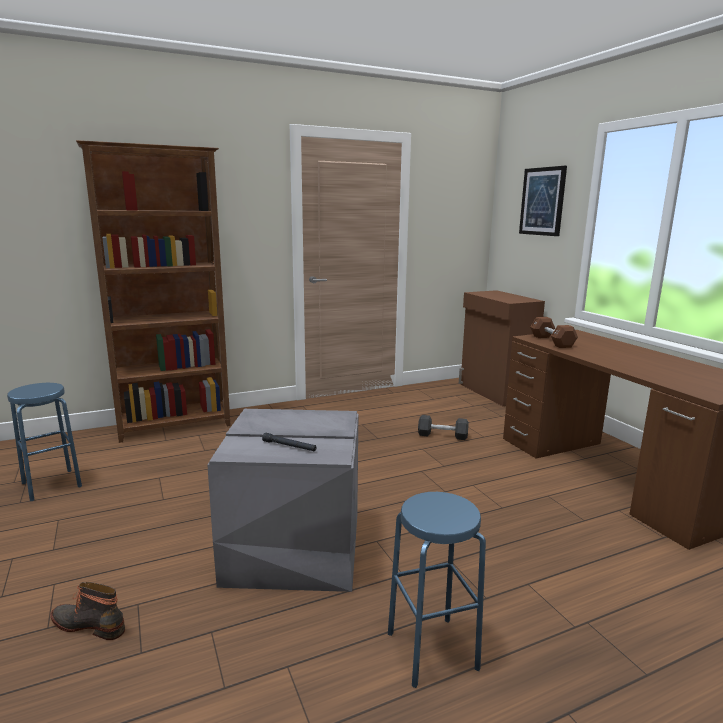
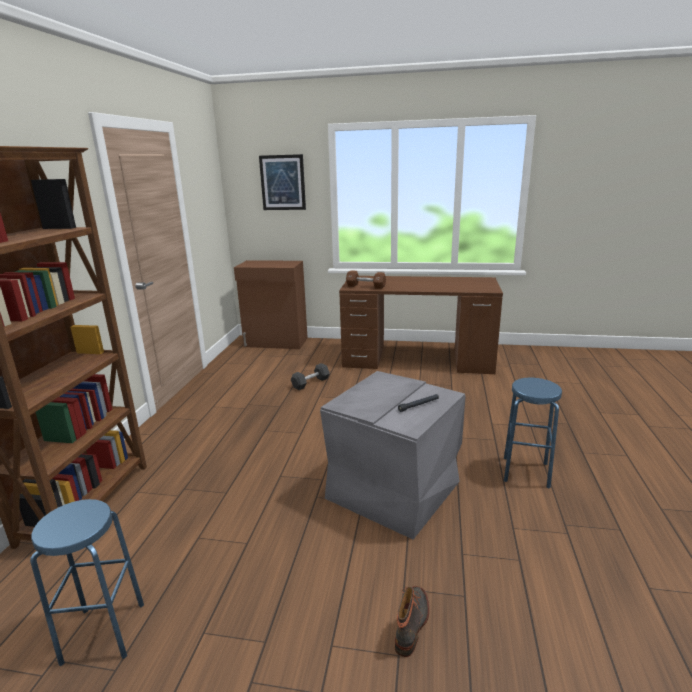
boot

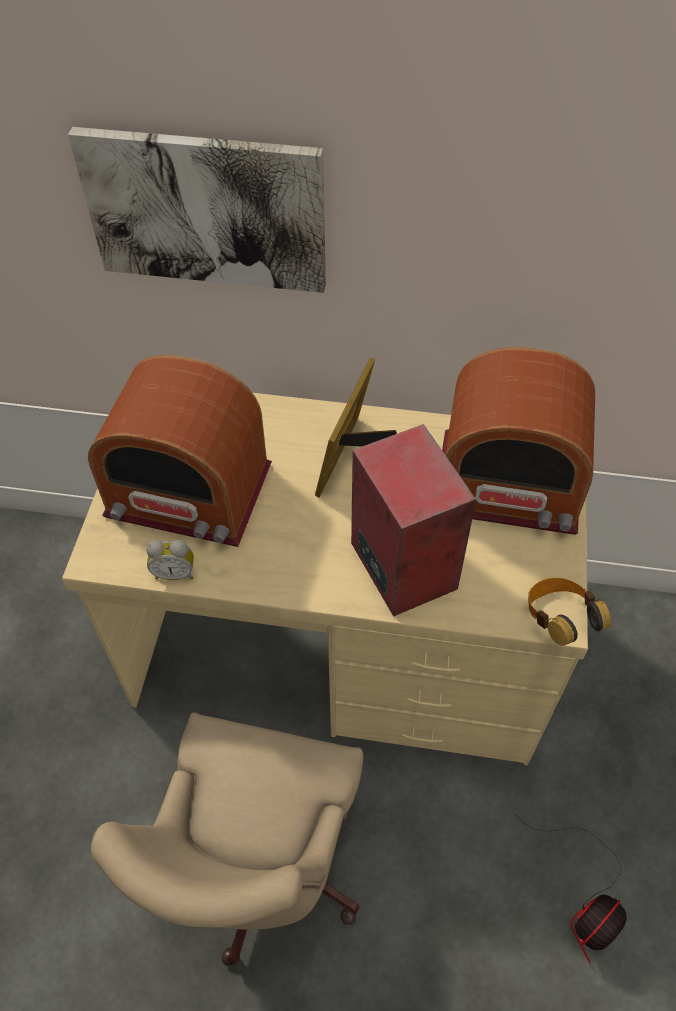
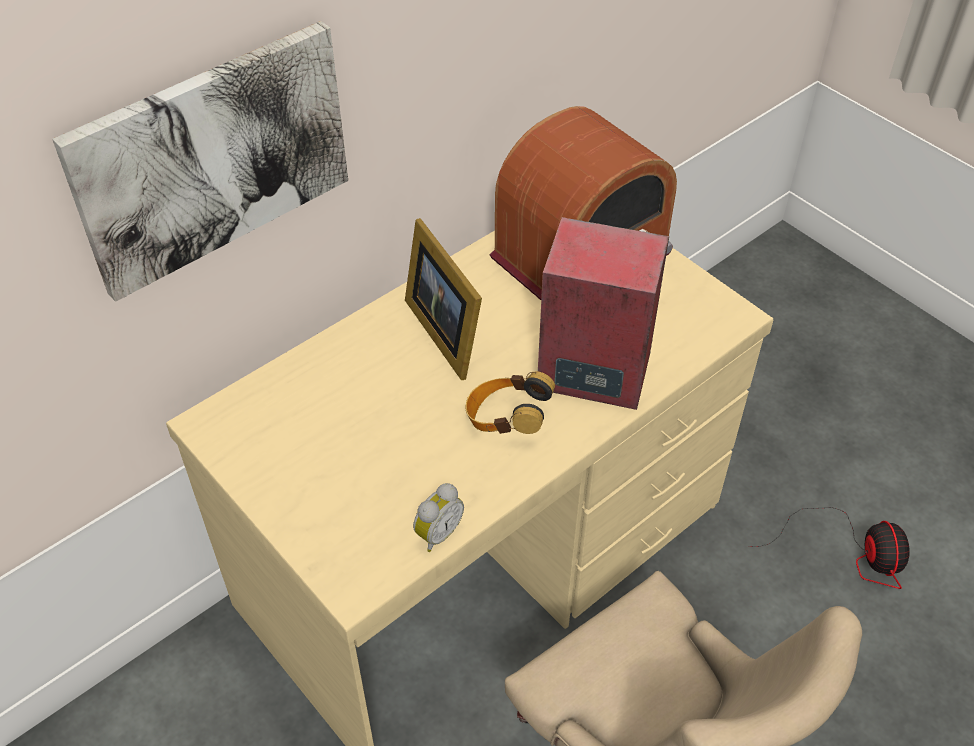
radio set (1st from left in the first image); headphones

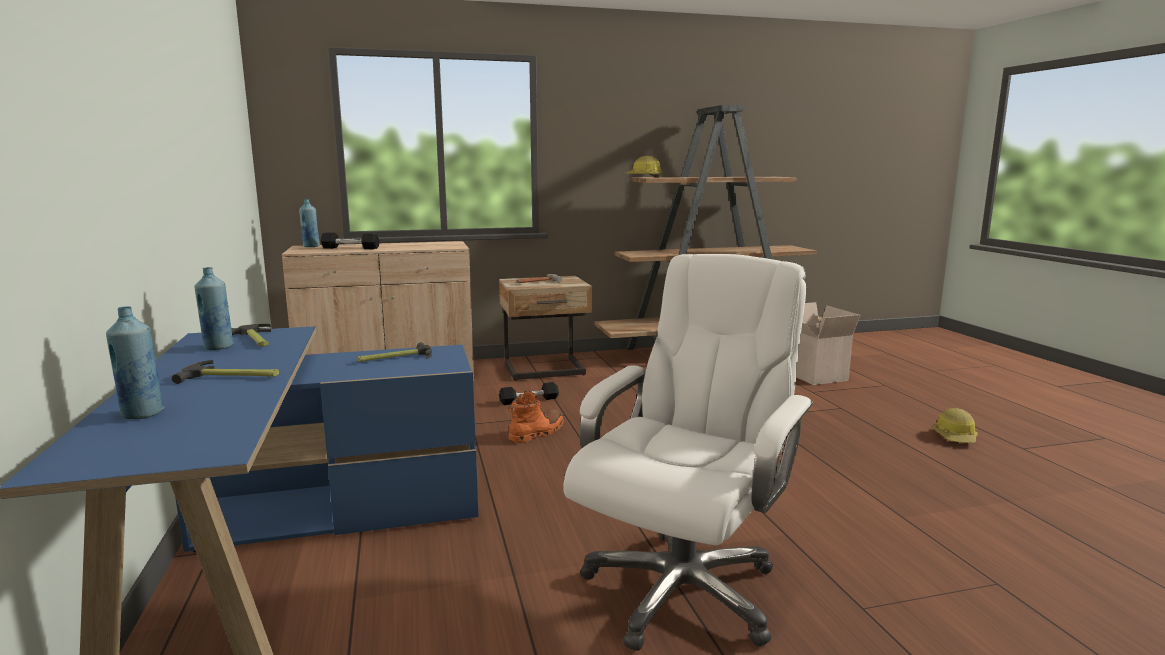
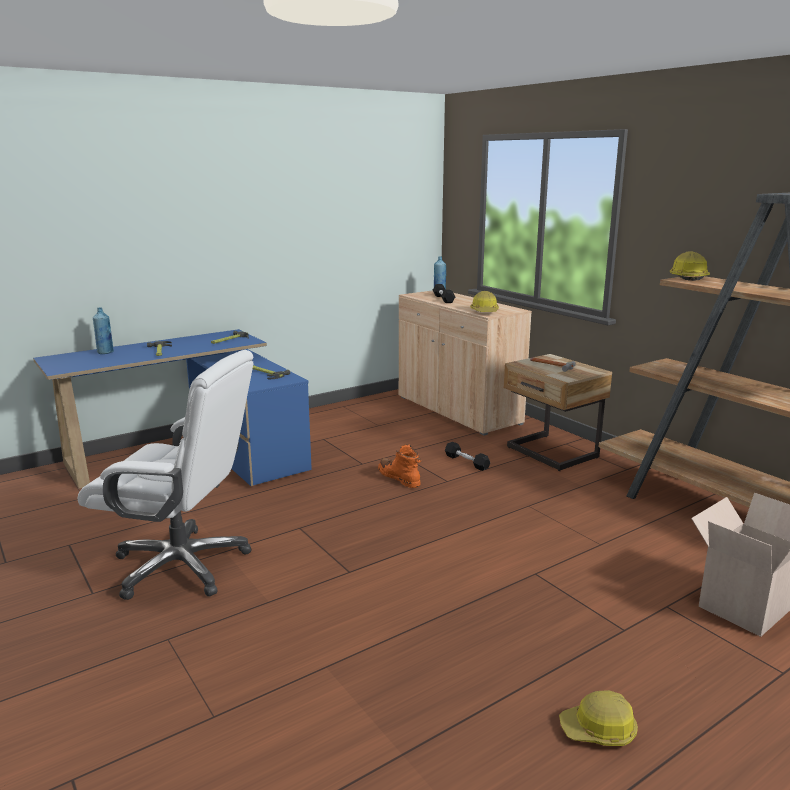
blue-coloured bottle (2nd from left in the first image); orangey boot; hard hat (1st from left)

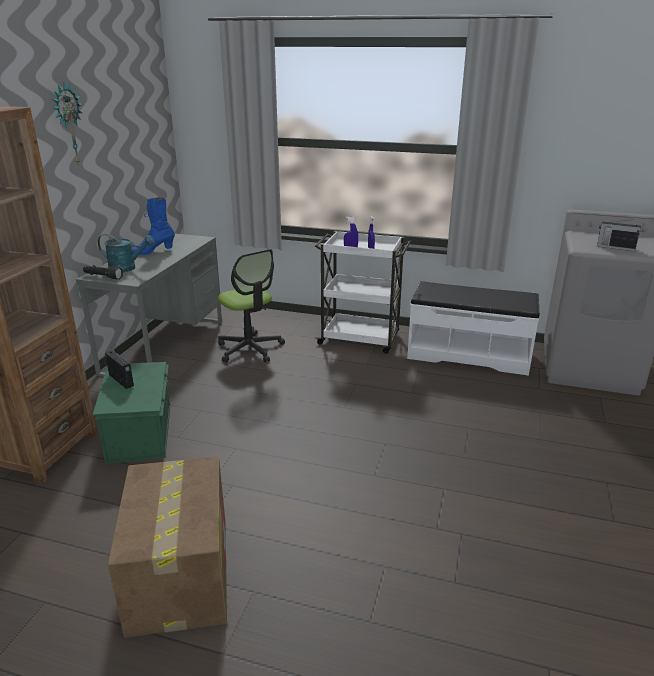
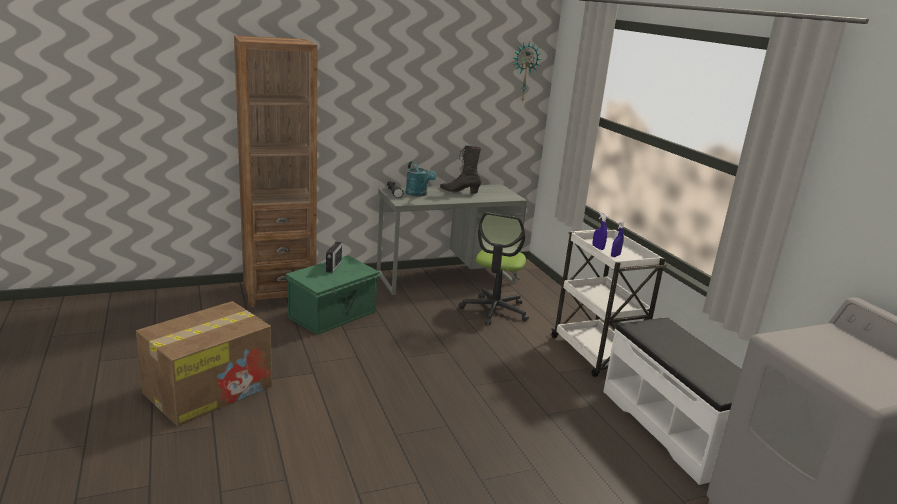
hanging clock; black boot; radio set (2nd from left in the first image)

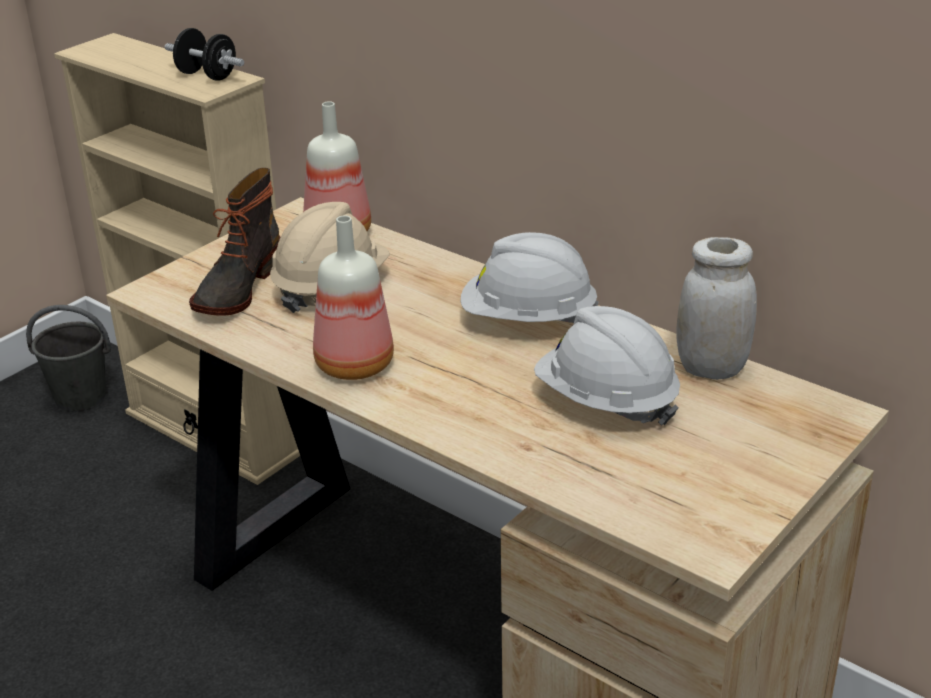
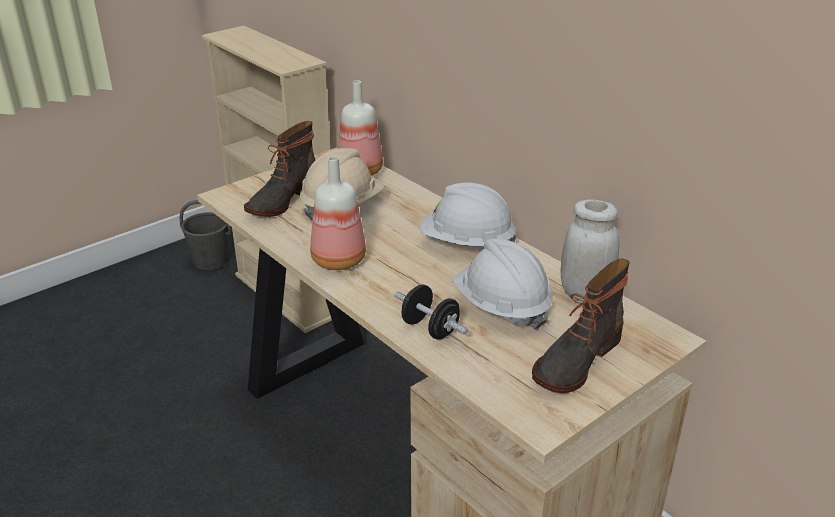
black free weight; boot (2nd from left)

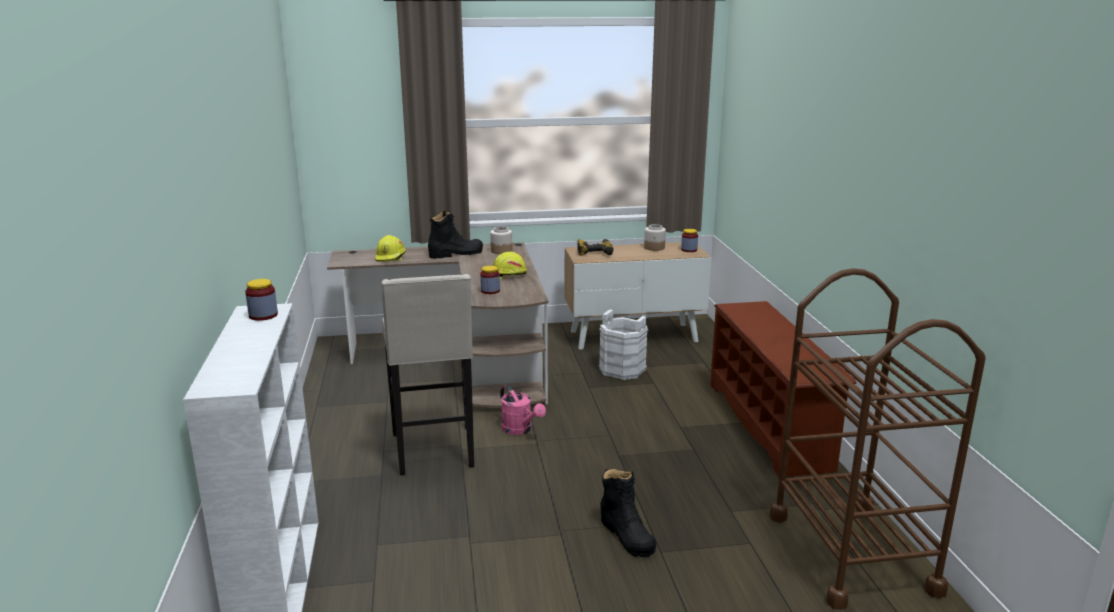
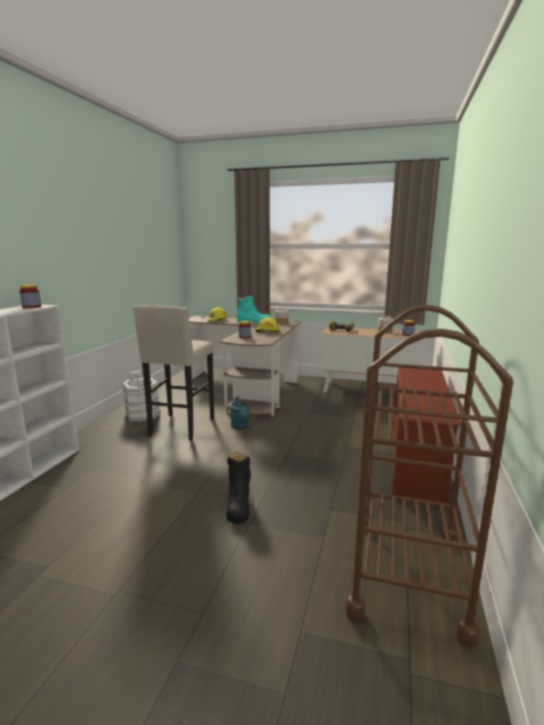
turquoise boot; white-coloured bucket; turquoise watering can

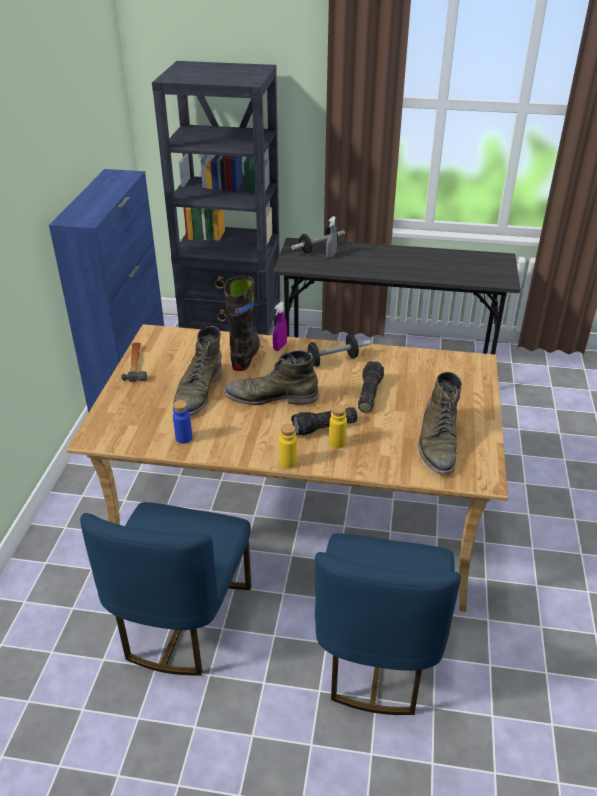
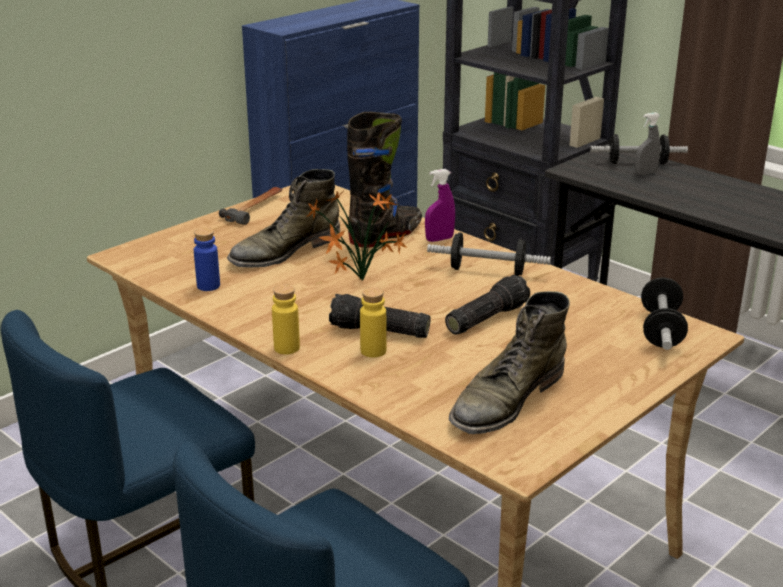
houseplant; free weight (3rd from left)

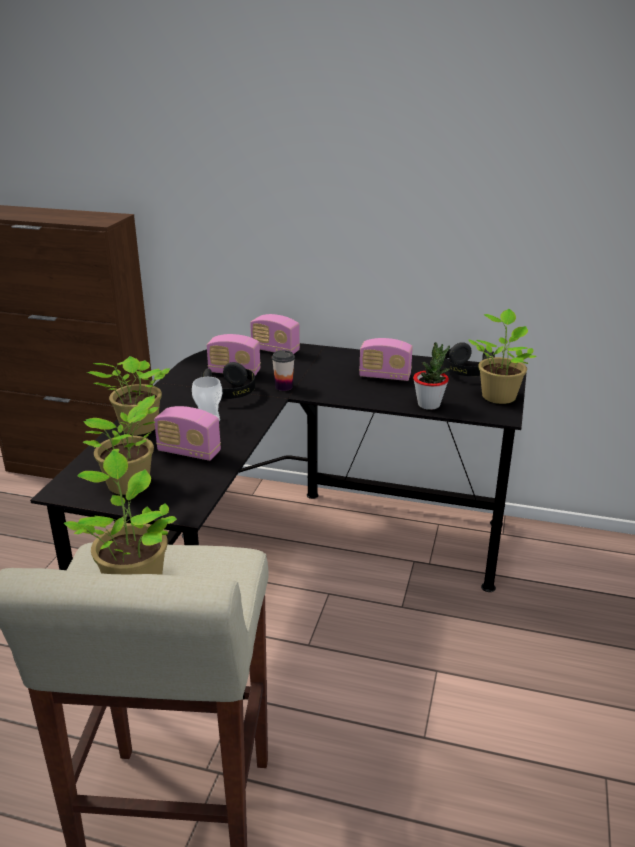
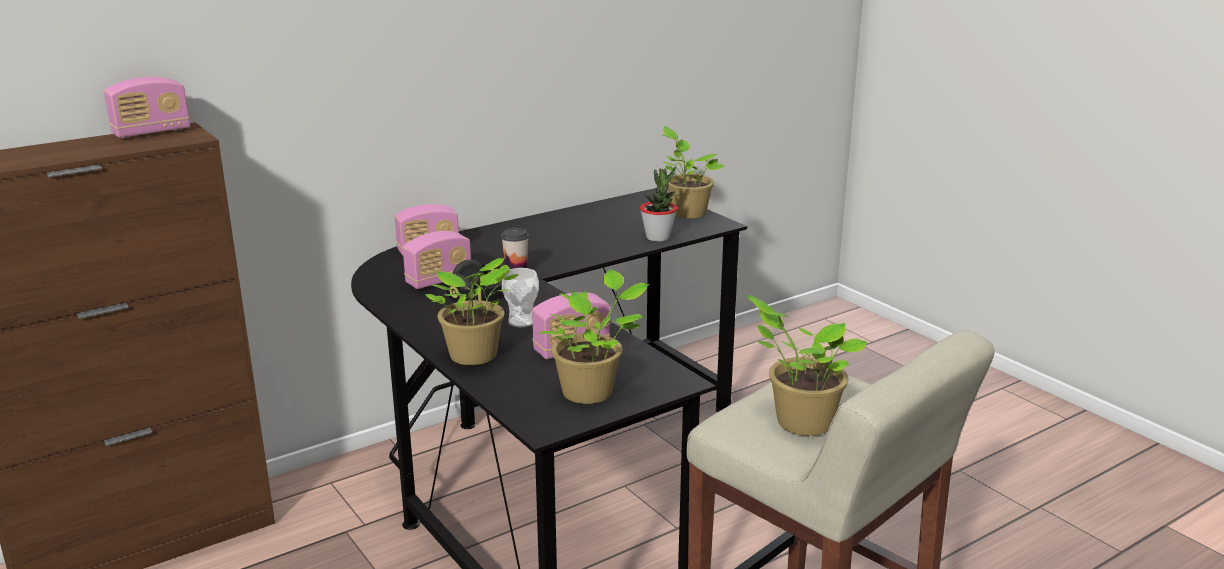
radio set (1st from left); black headphones (2nd from left in the first image)

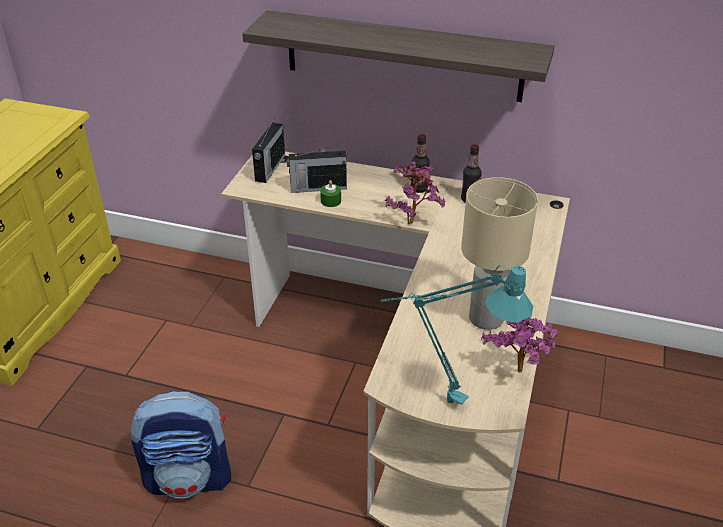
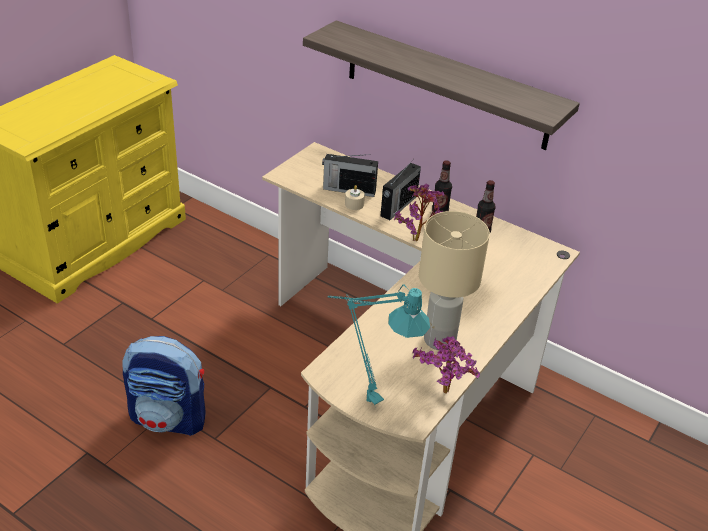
radio set (2nd from left); sand-coloured candle

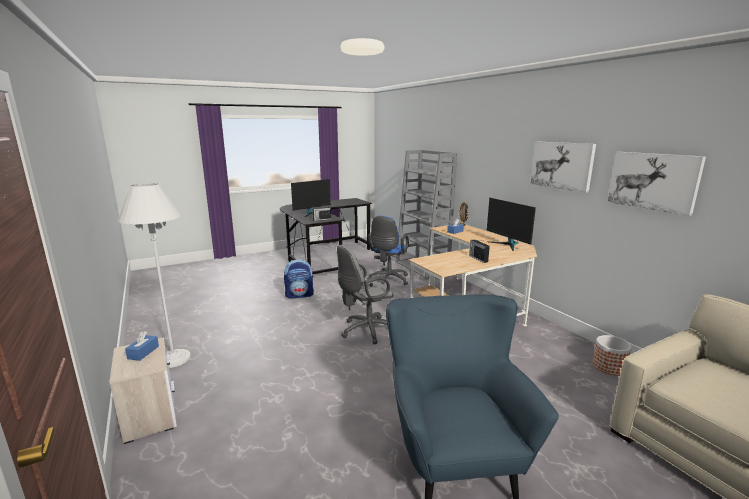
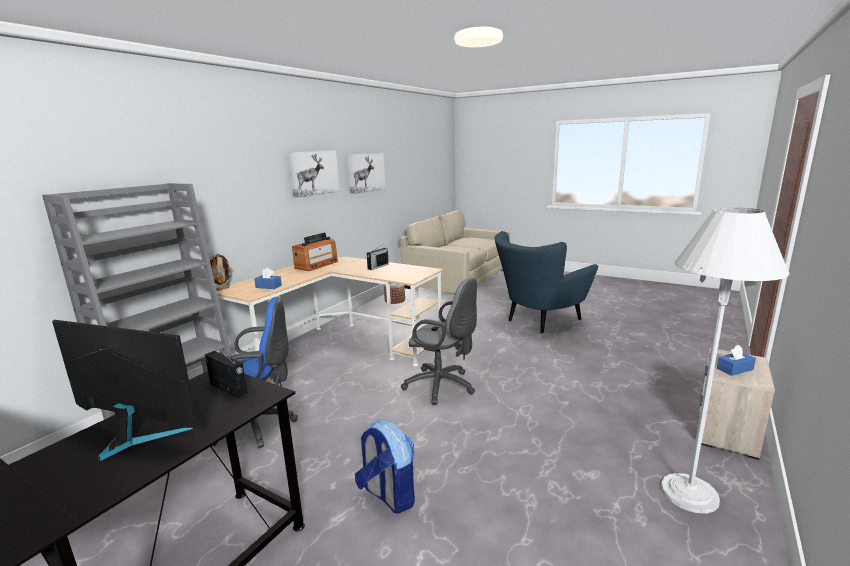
radio set (2nd from left)

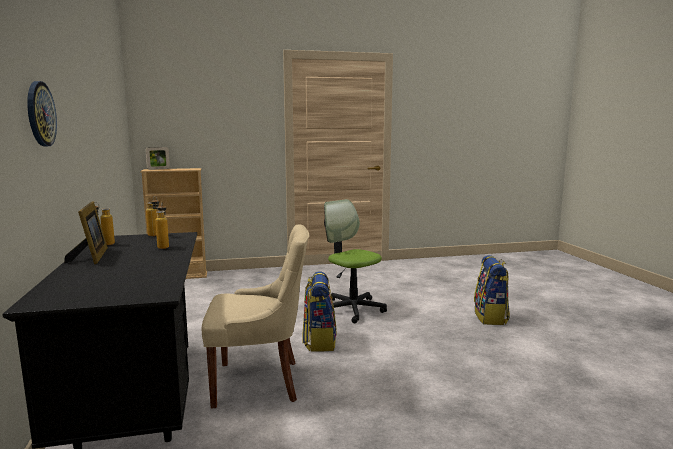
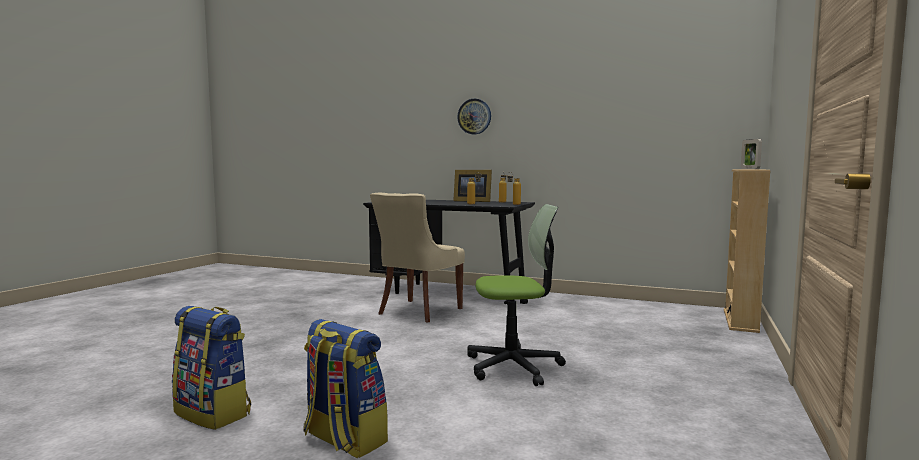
rucksack (1st from left)

